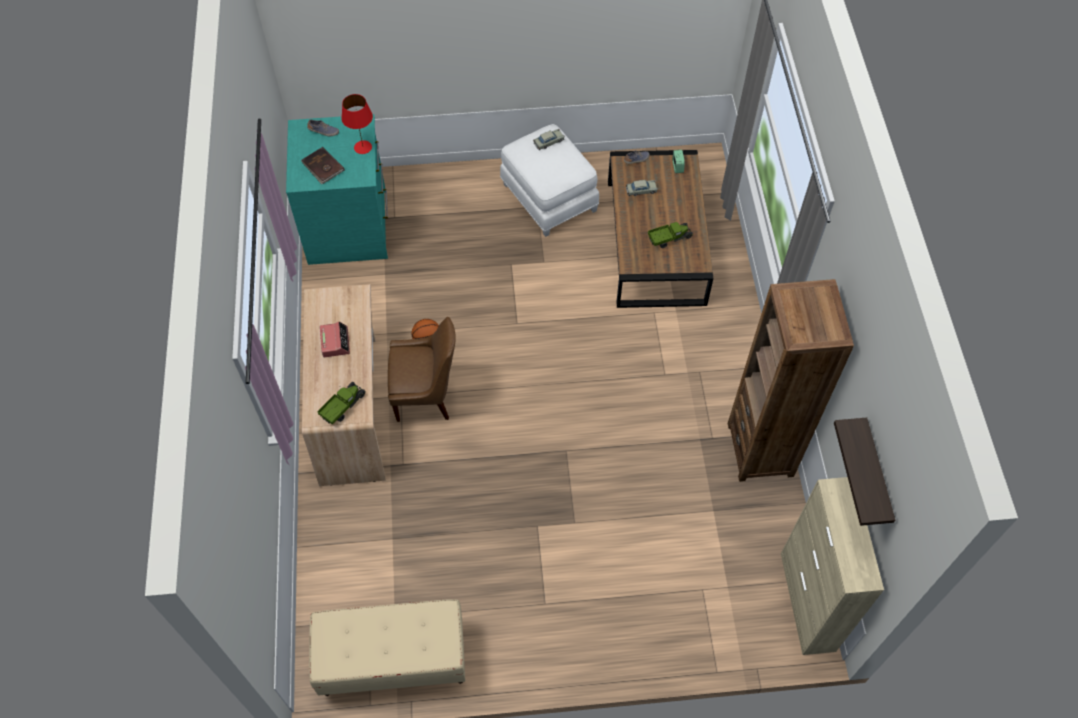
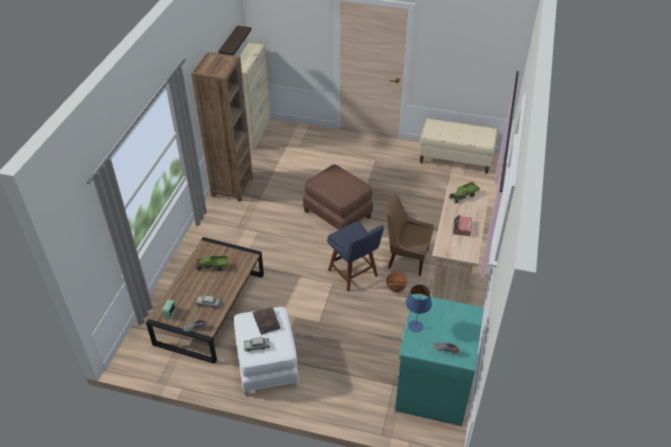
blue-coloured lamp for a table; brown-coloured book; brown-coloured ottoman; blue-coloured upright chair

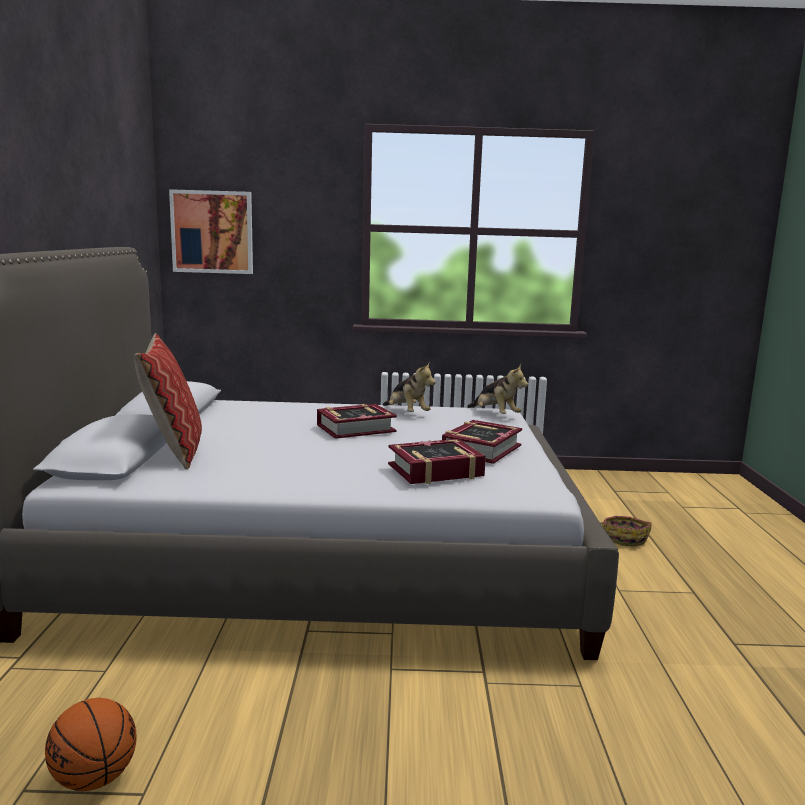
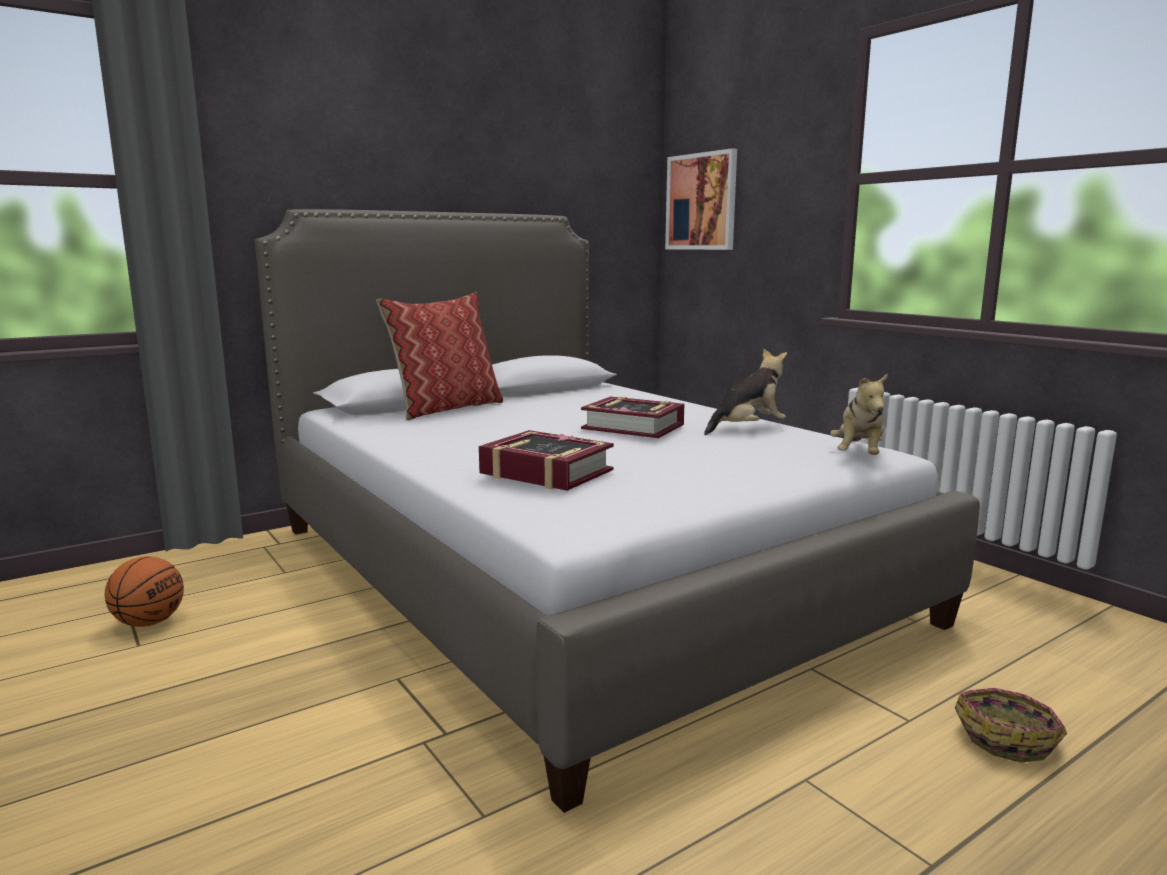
cuddly toy (1st from left); book (3rd from left in the first image)

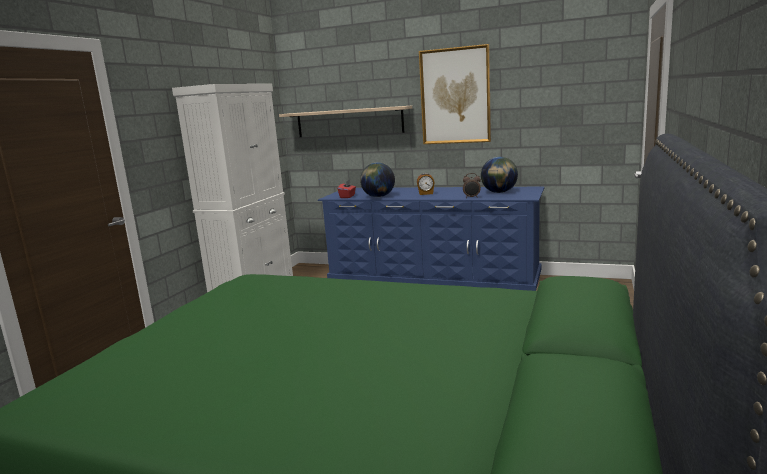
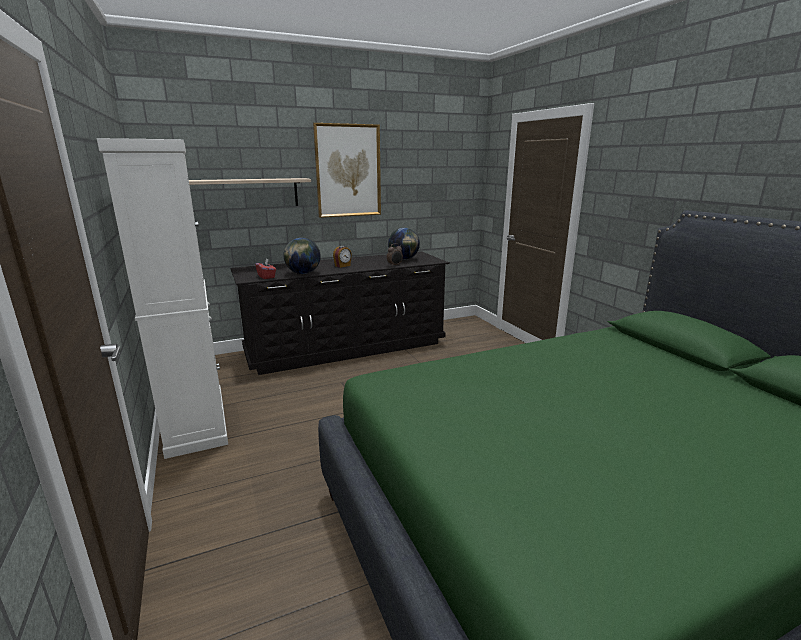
black dresser

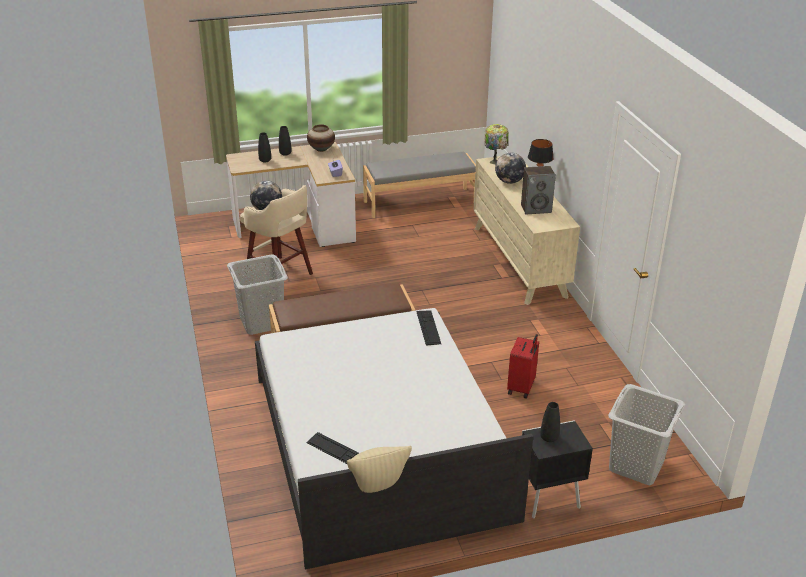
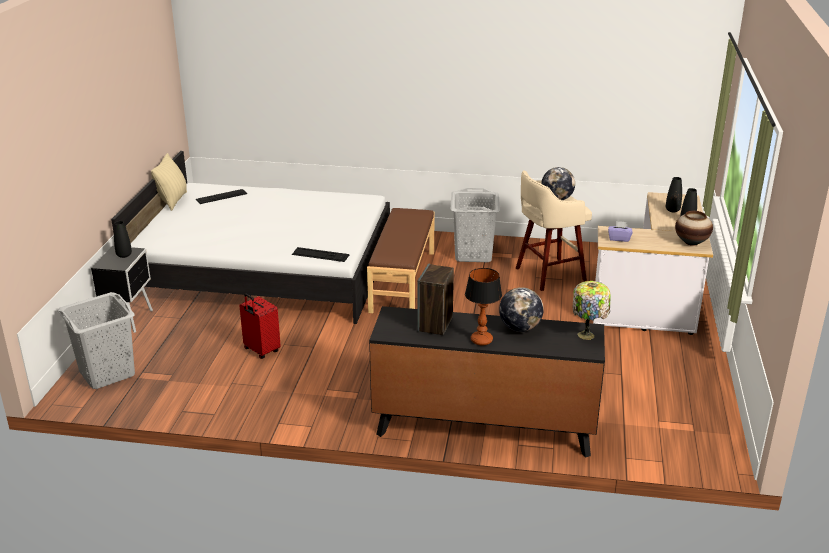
gray bench; black dresser

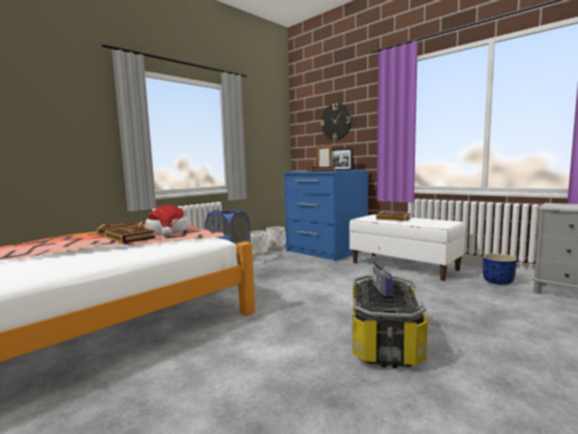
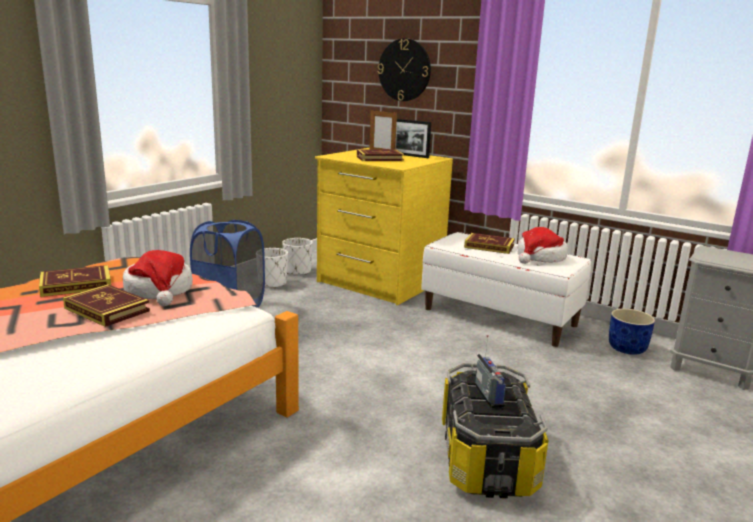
yellow dresser; wearable hat (2nd from left)

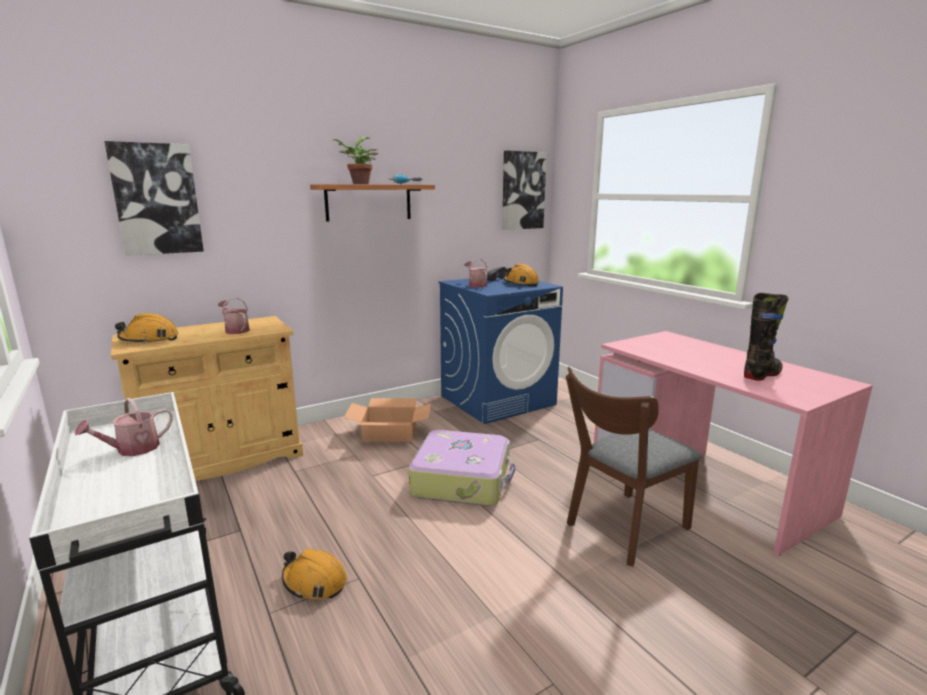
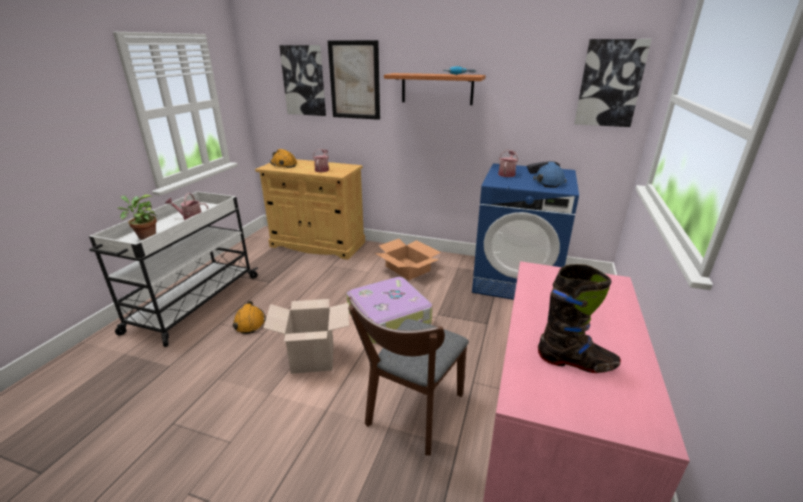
houseplant; blue-coloured hard hat; brown-coloured upright chair; wall picture (2nd from left); cardboard box (1st from left)

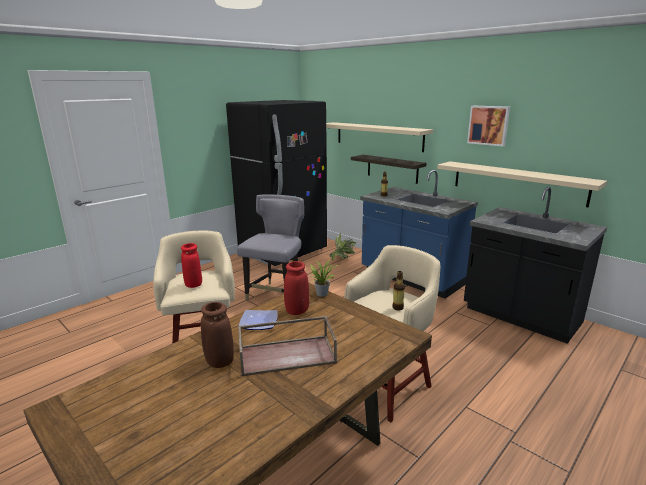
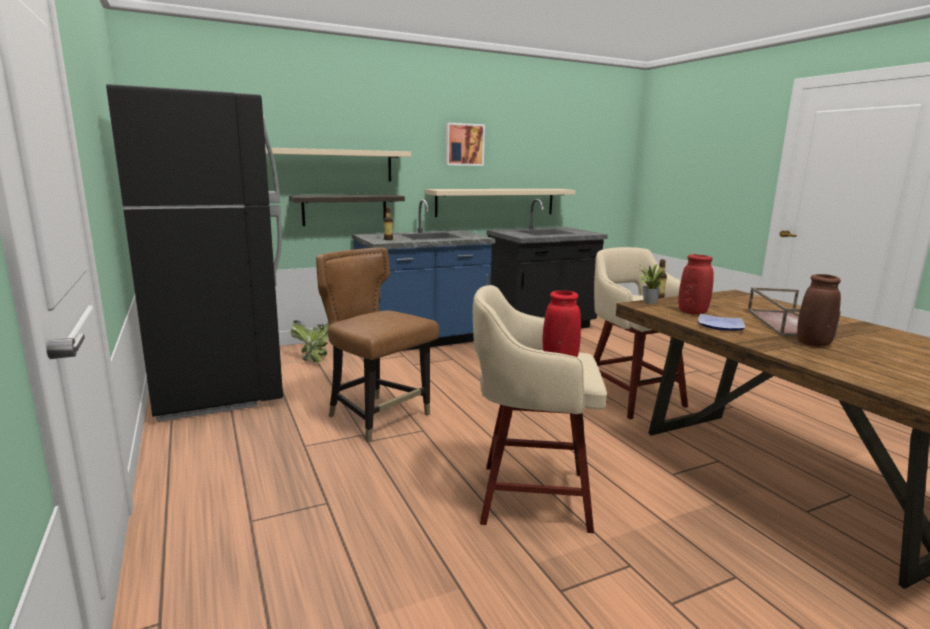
brown-coloured upright chair

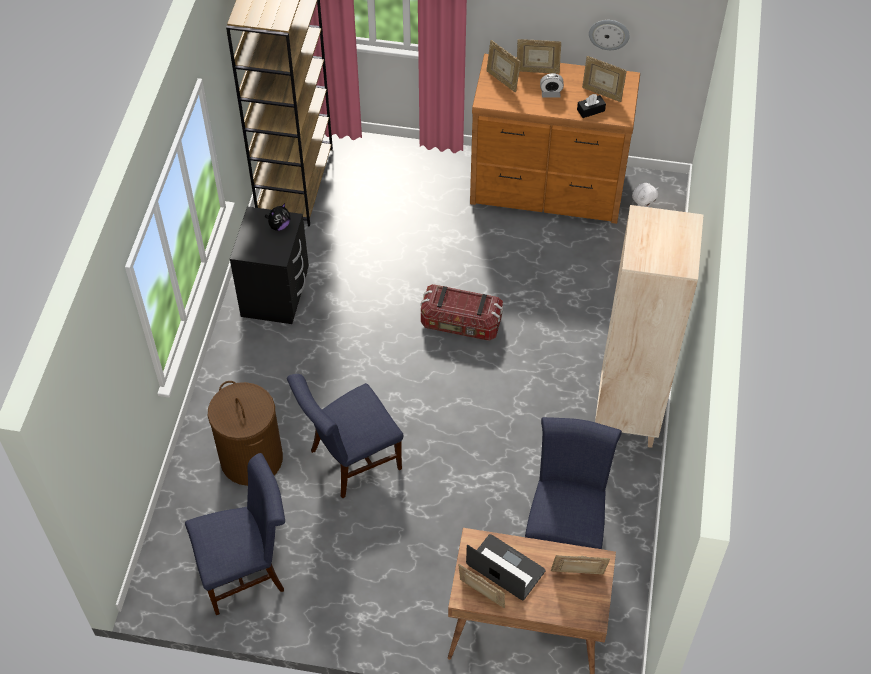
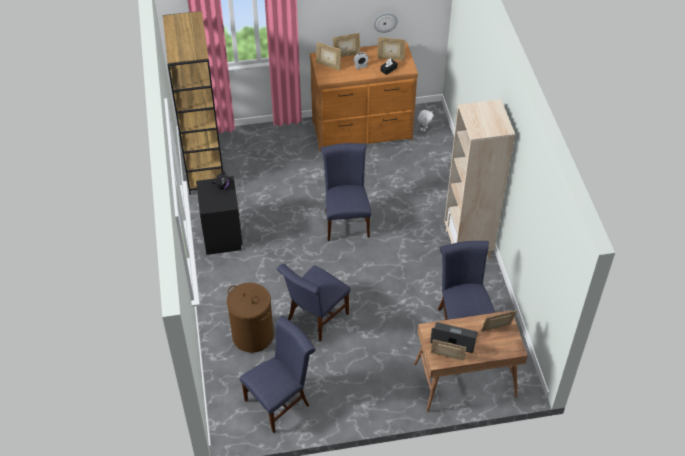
blue-coloured upright chair (3rd from left)

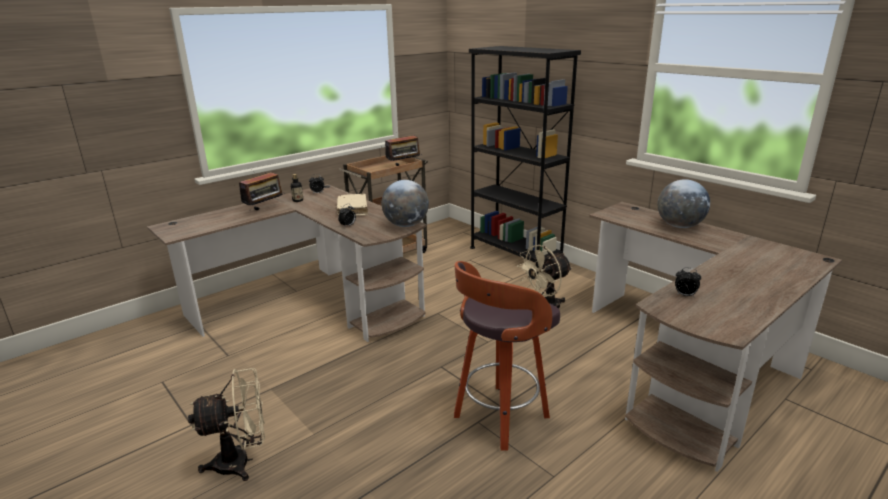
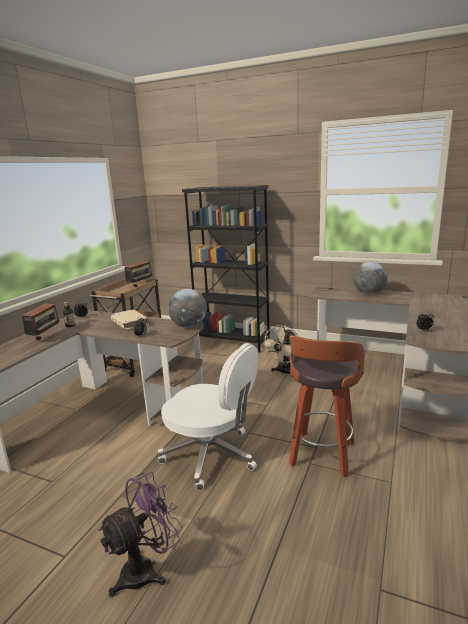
purple fan; white-coloured desk chair

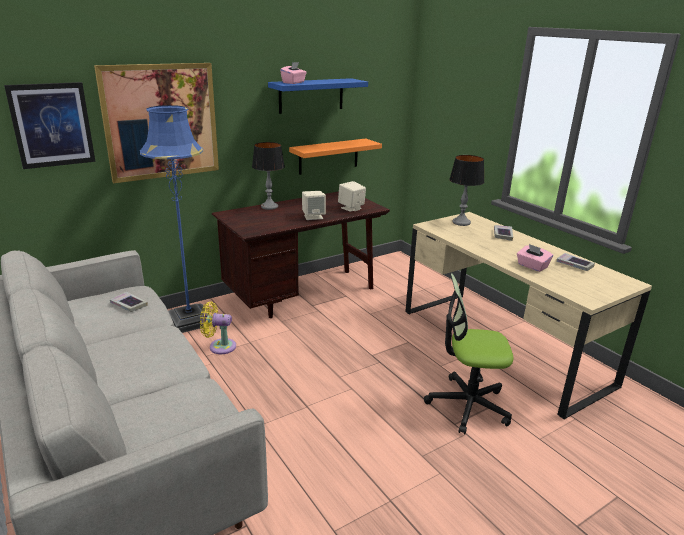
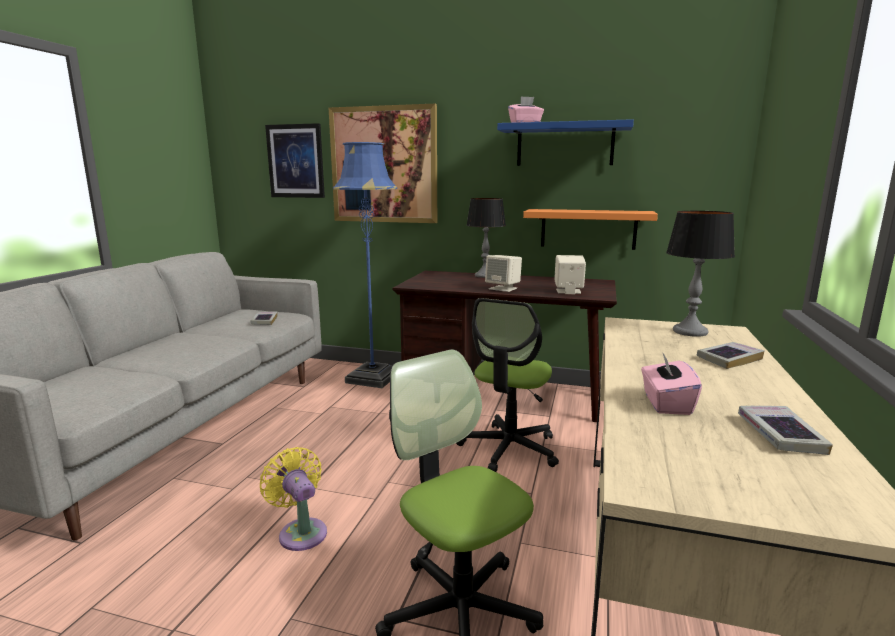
yellow fan; desk chair (2nd from left)

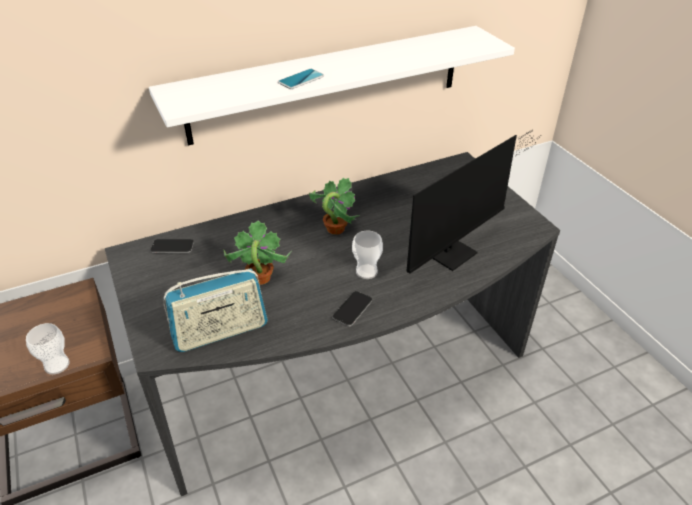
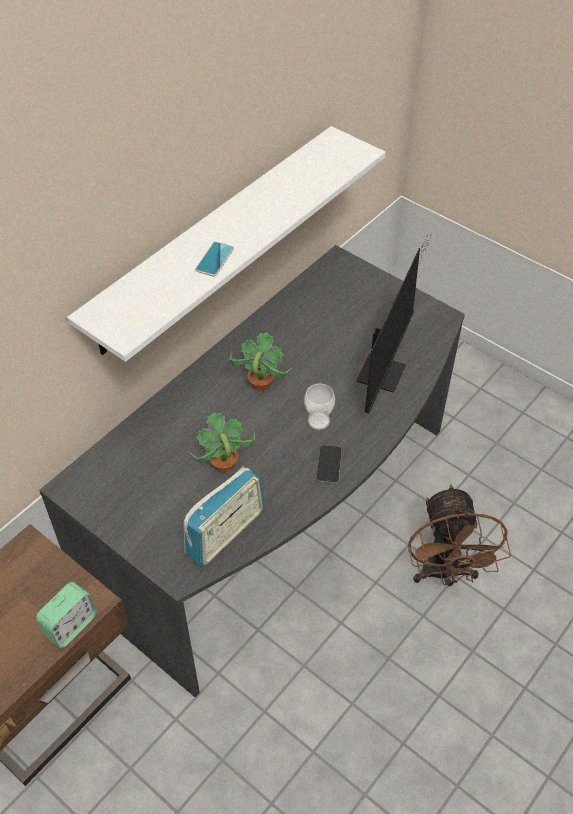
phone (1st from left in the first image); alarm clock; brown-coloured fan

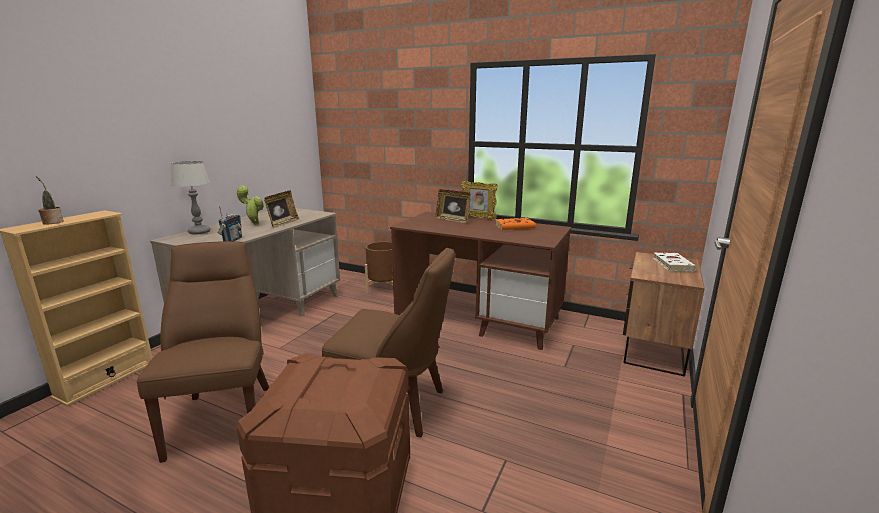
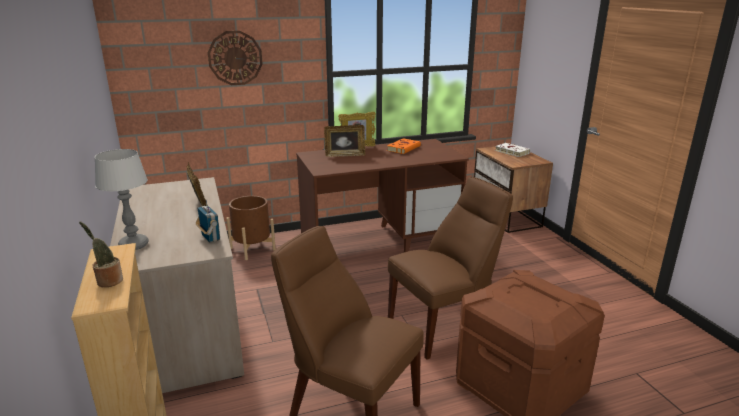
houseplant (2nd from left in the first image); hanging clock

